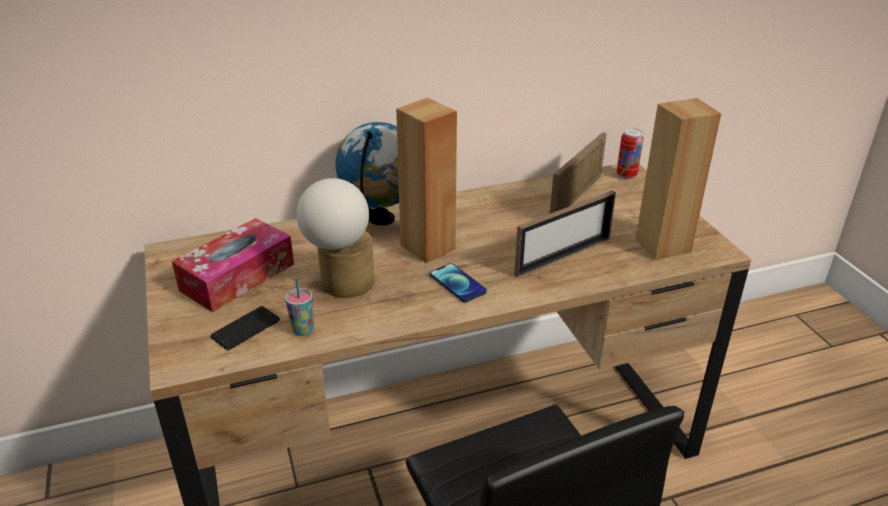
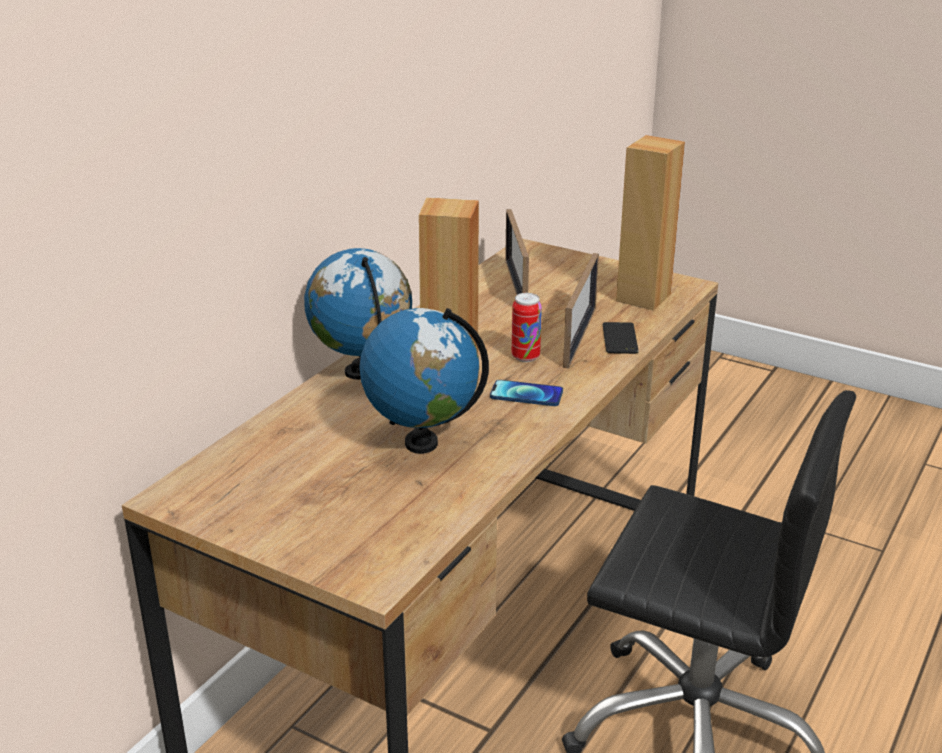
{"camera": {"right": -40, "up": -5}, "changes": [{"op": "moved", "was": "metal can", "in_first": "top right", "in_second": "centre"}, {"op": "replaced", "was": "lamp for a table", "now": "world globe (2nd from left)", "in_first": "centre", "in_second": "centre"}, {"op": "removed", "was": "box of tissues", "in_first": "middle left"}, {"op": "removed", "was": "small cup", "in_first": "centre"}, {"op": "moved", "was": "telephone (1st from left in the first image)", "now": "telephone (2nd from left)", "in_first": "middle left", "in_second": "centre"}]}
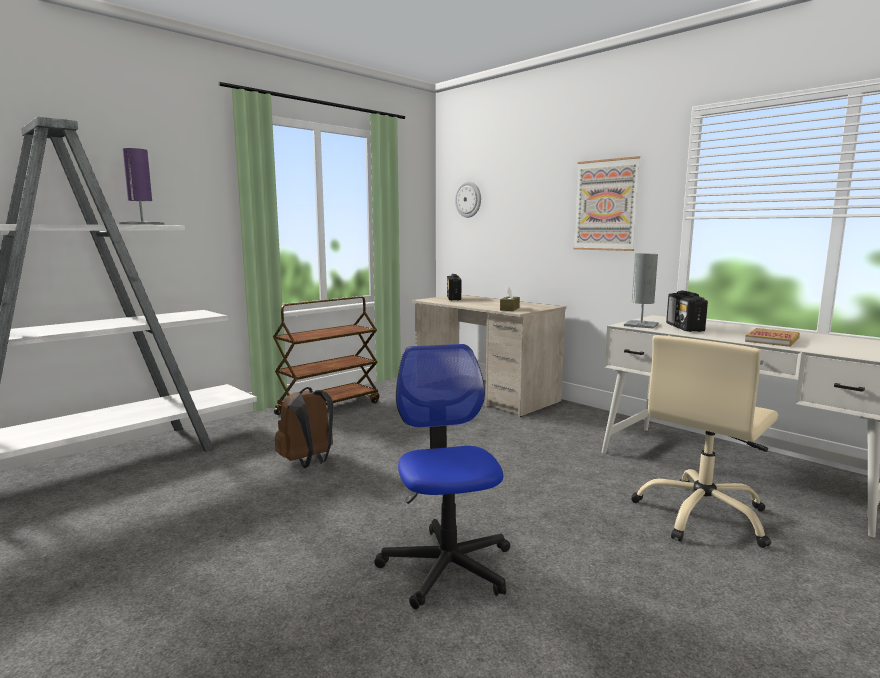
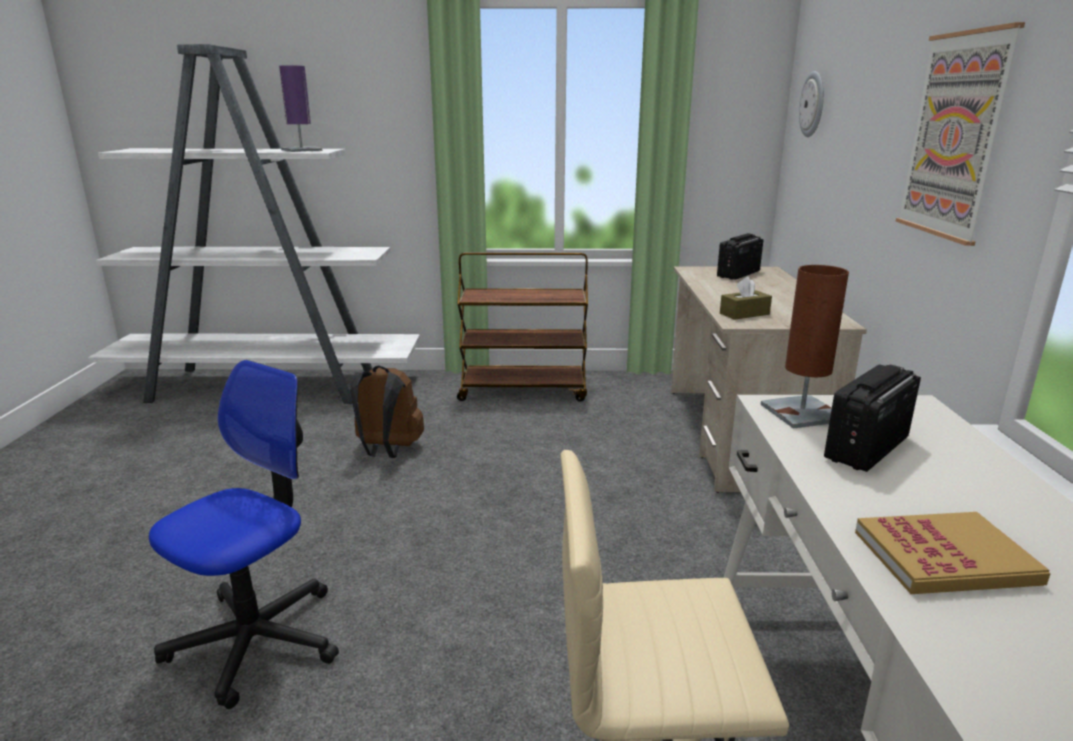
{"camera": {"right": 45, "up": 10}, "changes": [{"op": "recoloured", "was": "lamp for a table (grey)", "now": "lamp for a table (brownish)", "in_first": "middle right", "in_second": "middle right"}]}
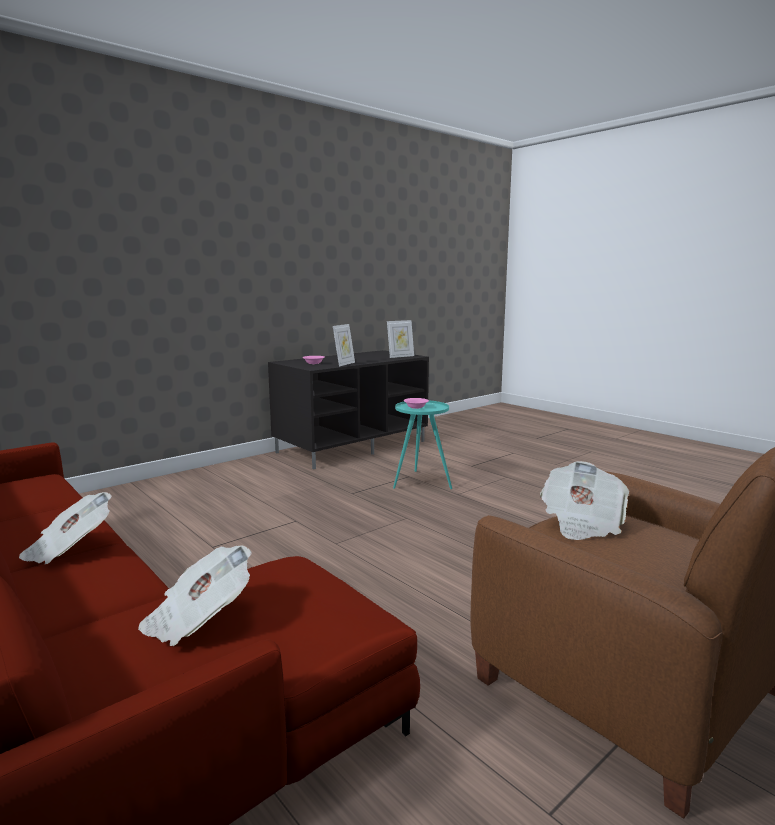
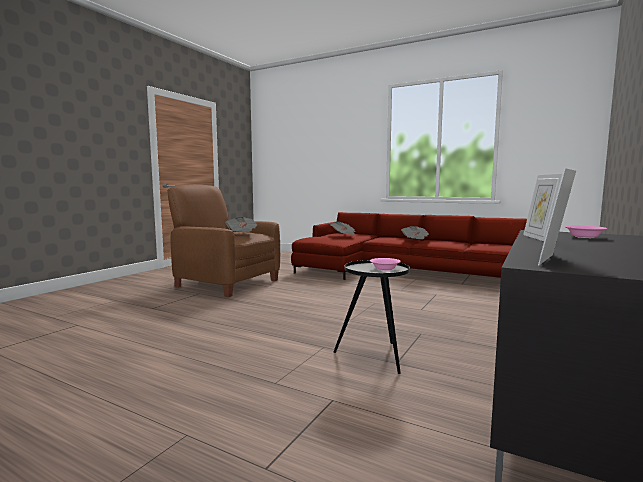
{"camera": {"right": 160, "up": -5}, "changes": [{"op": "recoloured", "was": "accent table (blue-green)", "now": "accent table (black)", "in_first": "centre", "in_second": "centre"}]}
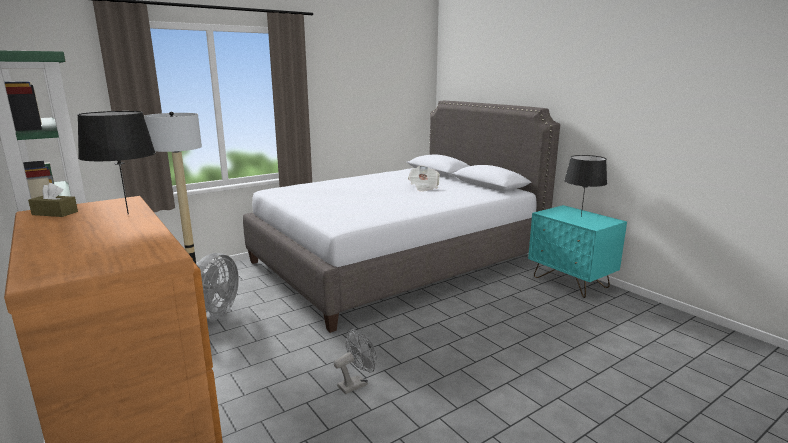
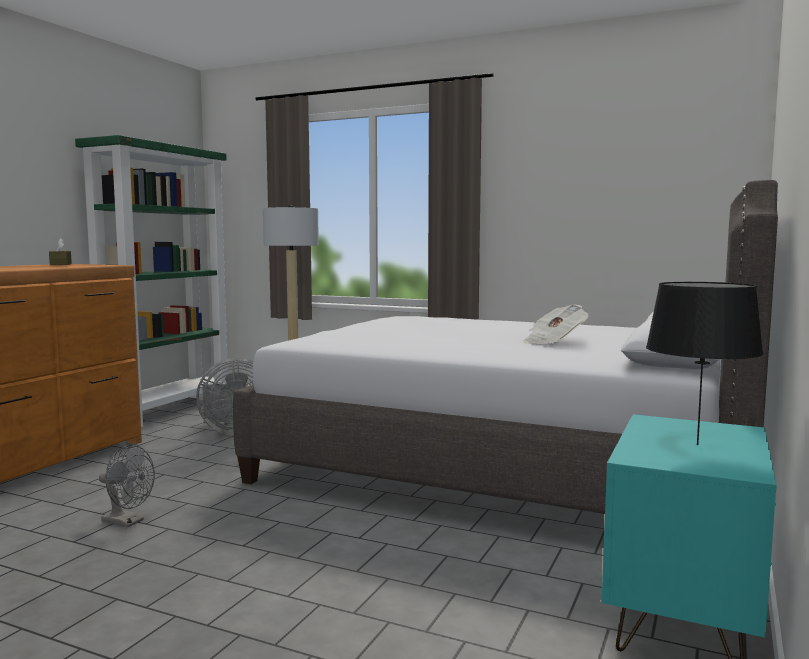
{"camera": {"right": 60, "up": -10}, "changes": [{"op": "removed", "was": "lamp for a table (black) (1st from left)", "in_first": "middle left"}]}
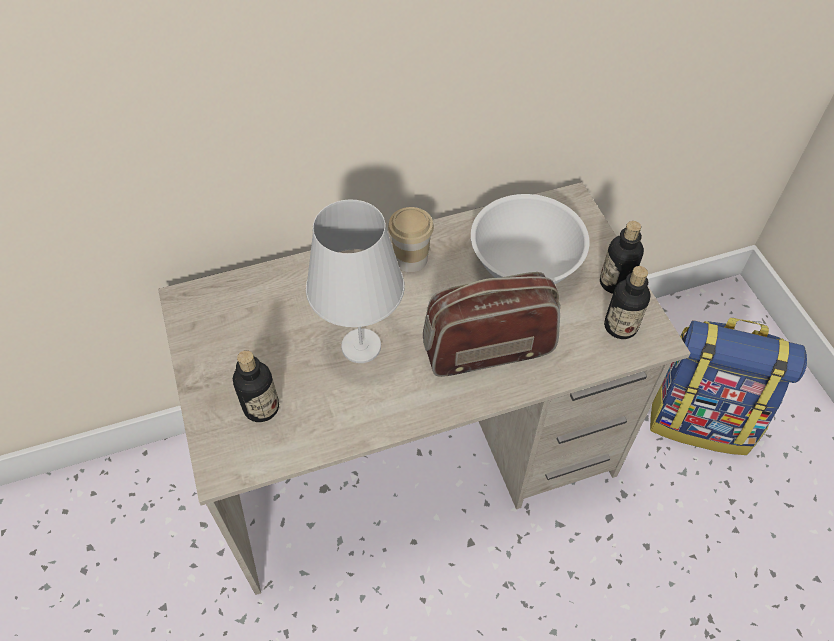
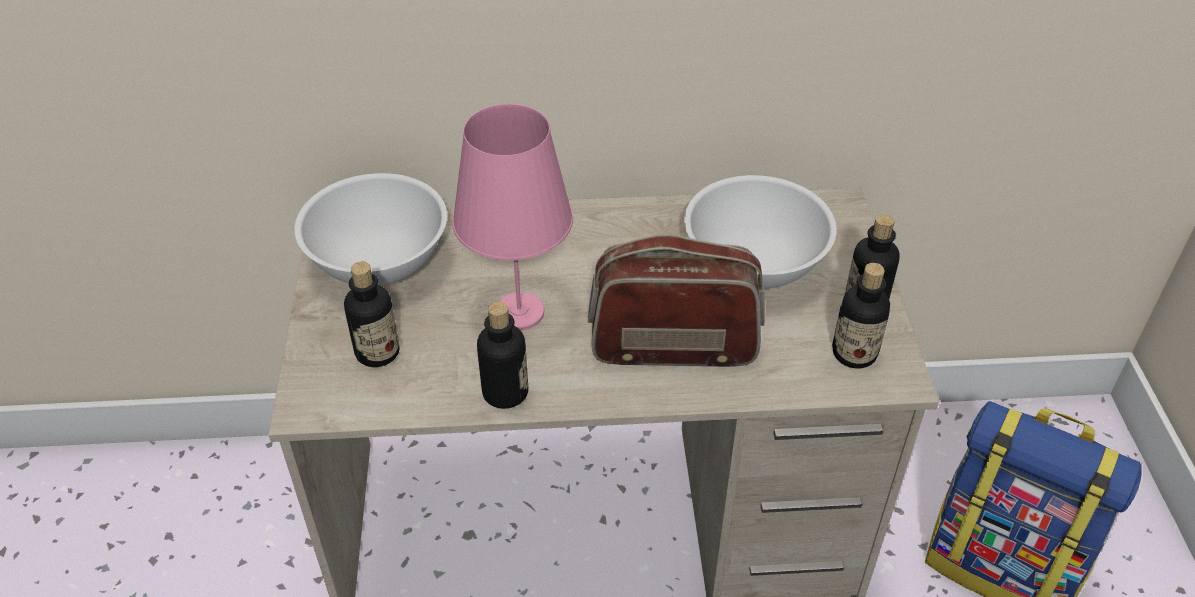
{"camera": {"right": 15, "up": -10}, "changes": [{"op": "recoloured", "was": "lamp for a table (white)", "now": "lamp for a table (pink)", "in_first": "centre", "in_second": "centre"}, {"op": "removed", "was": "small cup", "in_first": "centre"}, {"op": "added", "now": "bowl (white) (1st from left)", "in_second": "middle left"}, {"op": "added", "now": "bottle (2nd from left)", "in_second": "centre"}]}
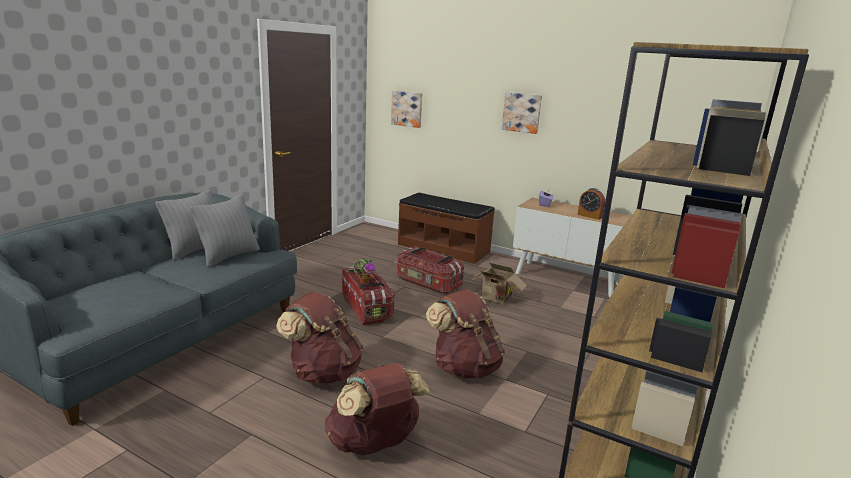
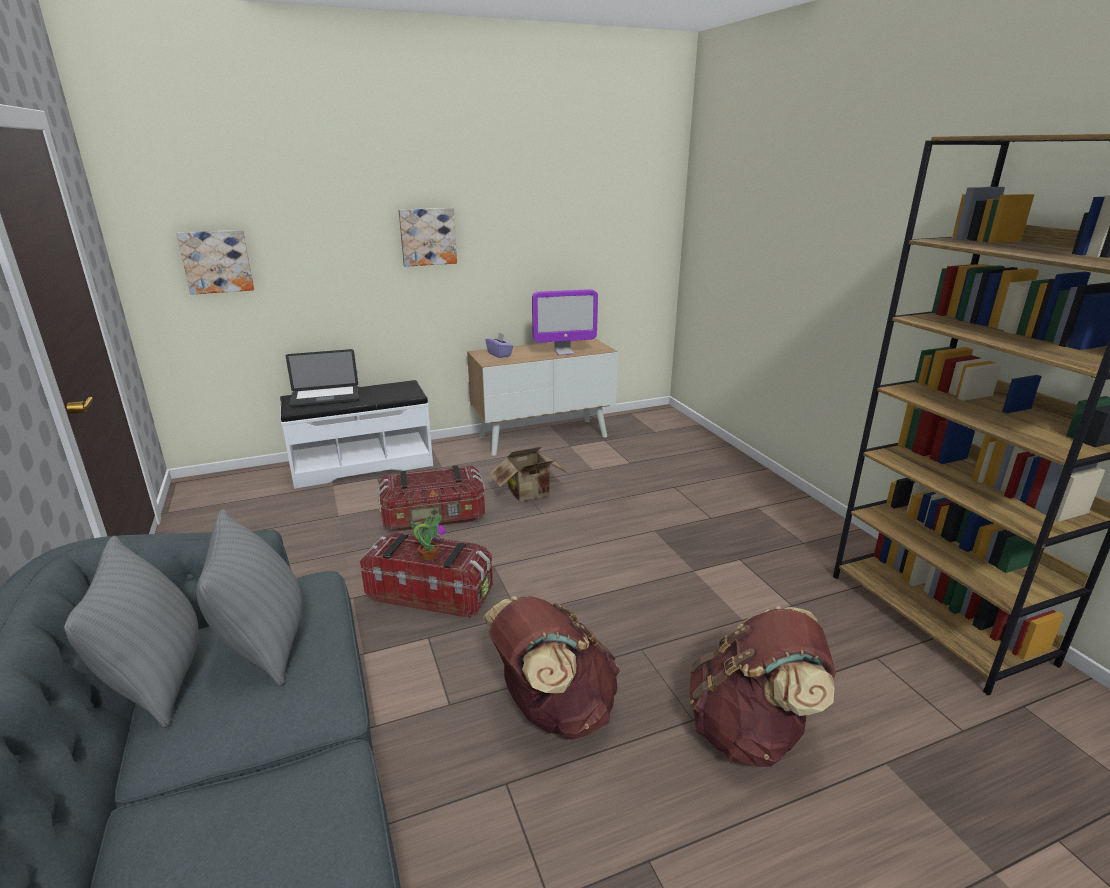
{"camera": {"right": -50, "up": 5}, "changes": [{"op": "replaced", "was": "table clock", "now": "monitor", "in_first": "middle right", "in_second": "centre"}, {"op": "recoloured", "was": "long seat (brownish)", "now": "long seat (white)", "in_first": "centre", "in_second": "middle left"}, {"op": "removed", "was": "backpack (brownish) (3rd from left)", "in_first": "bottom centre"}, {"op": "added", "now": "laptop", "in_second": "middle left"}]}
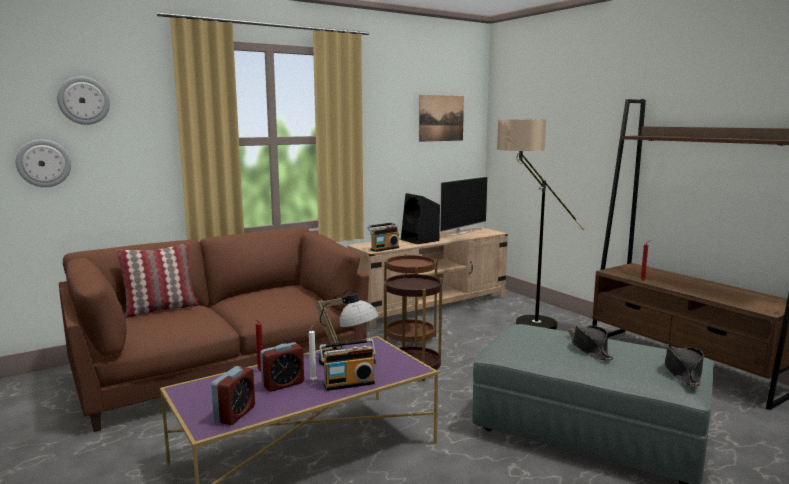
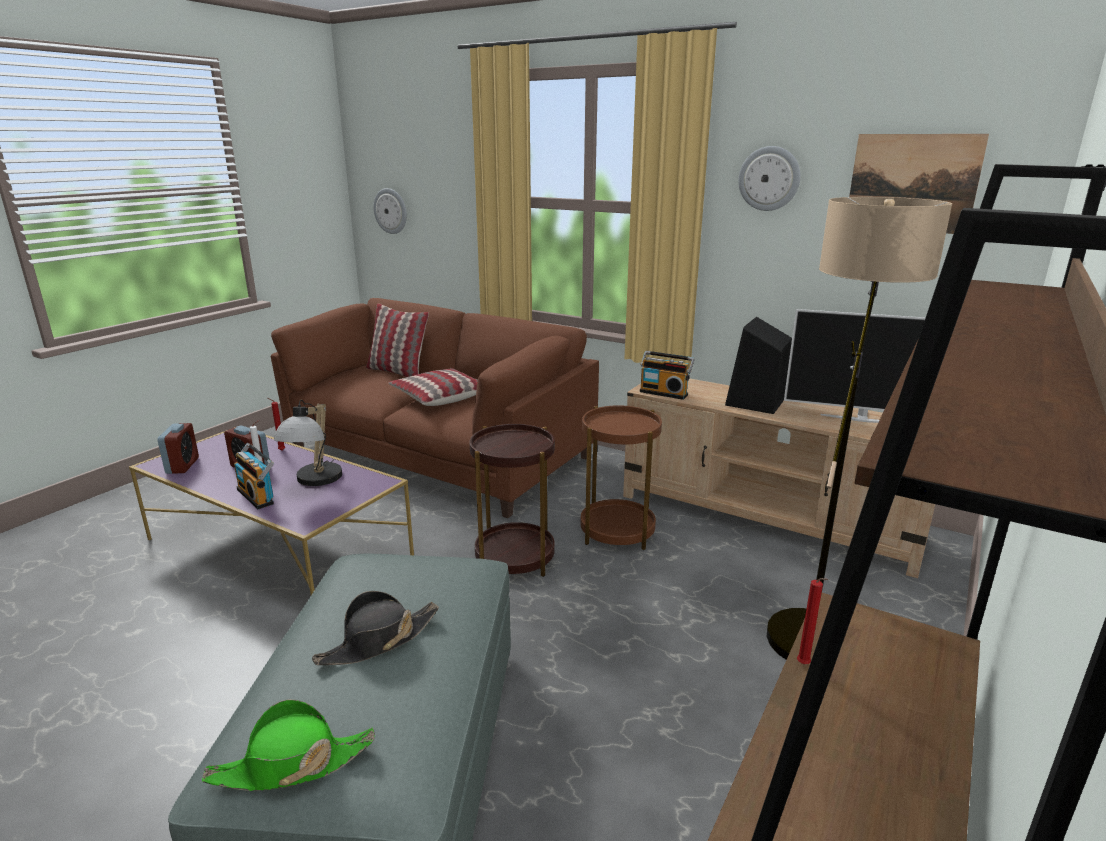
{"camera": {"right": 65, "up": 10}, "changes": [{"op": "moved", "was": "wall clock (2nd from left)", "in_first": "top left", "in_second": "top right"}, {"op": "recoloured", "was": "wearable hat (black) (2nd from left)", "now": "wearable hat (green-coloured)", "in_first": "bottom right", "in_second": "bottom left"}, {"op": "turned", "was": "table clock (1st from left)", "in_first": "bottom left", "in_second": "middle left", "clockwise": -90}, {"op": "added", "now": "pillow (2nd from left)", "in_second": "centre"}]}
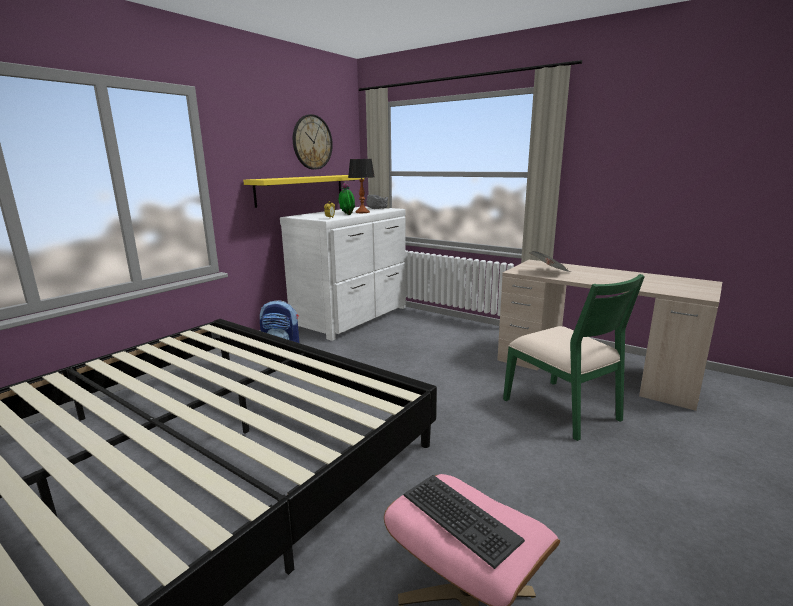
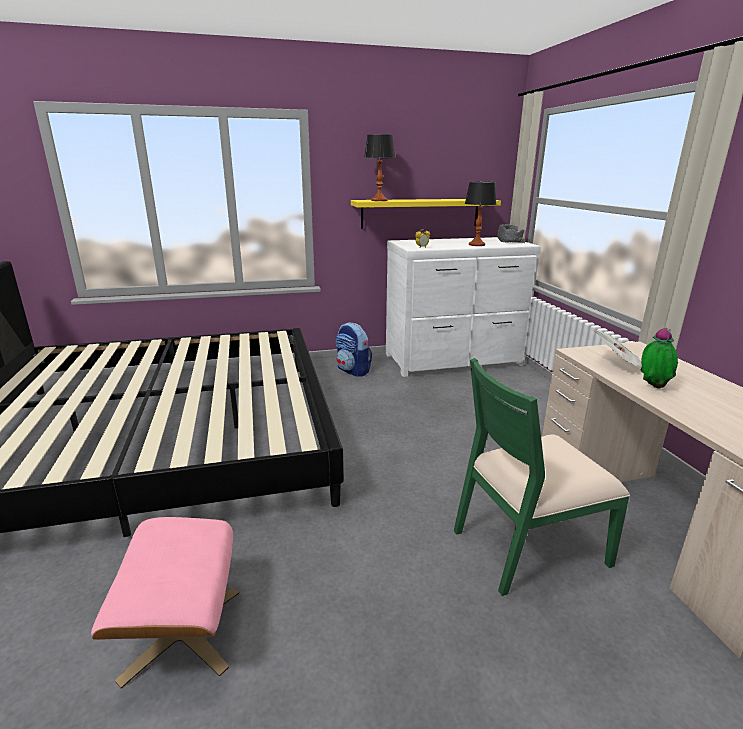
{"camera": {"right": 40, "up": 5}, "changes": [{"op": "removed", "was": "wall clock", "in_first": "top centre"}, {"op": "moved", "was": "plant in a pot", "in_first": "top centre", "in_second": "middle right"}, {"op": "turned", "was": "chair (green-coloured)", "in_first": "middle right", "in_second": "middle right", "clockwise": 60}, {"op": "removed", "was": "PC keyboard", "in_first": "bottom centre"}, {"op": "added", "now": "lamp for a table (1st from left)", "in_second": "top centre"}]}
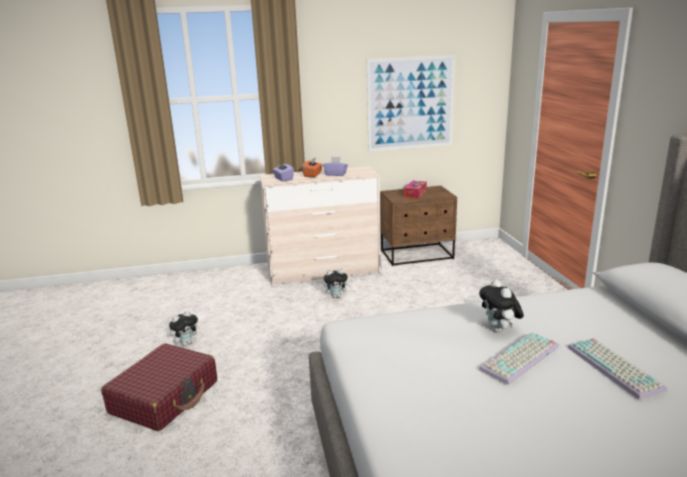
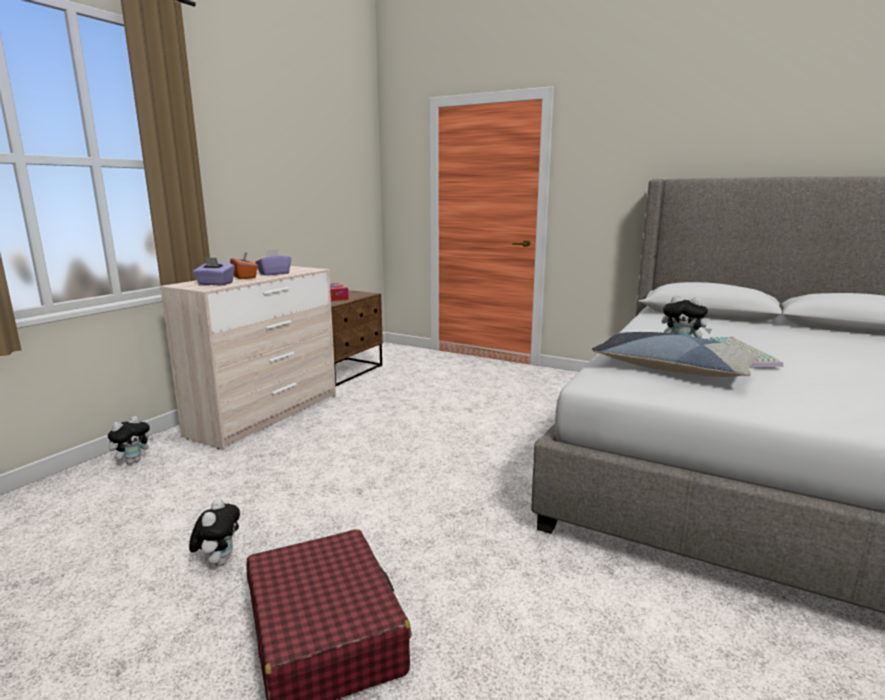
{"camera": {"right": -50, "up": -5}, "changes": [{"op": "removed", "was": "picture", "in_first": "top centre"}, {"op": "moved", "was": "soft toy (2nd from left in the first image)", "now": "soft toy (1st from left)", "in_first": "centre", "in_second": "middle left"}, {"op": "removed", "was": "PC keyboard (2nd from left)", "in_first": "bottom right"}, {"op": "added", "now": "pillow", "in_second": "middle right"}]}
